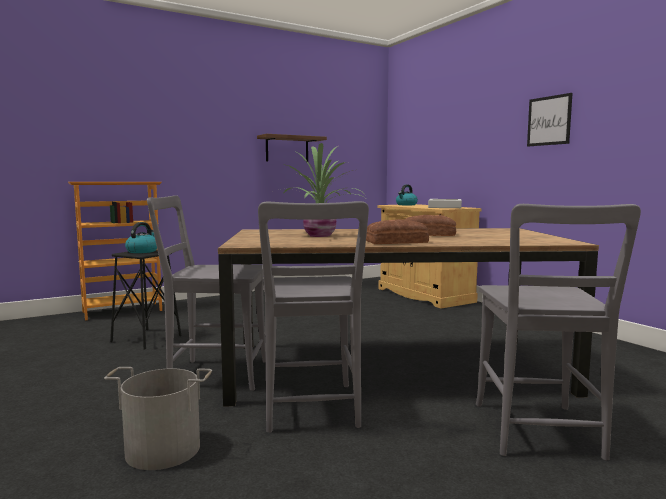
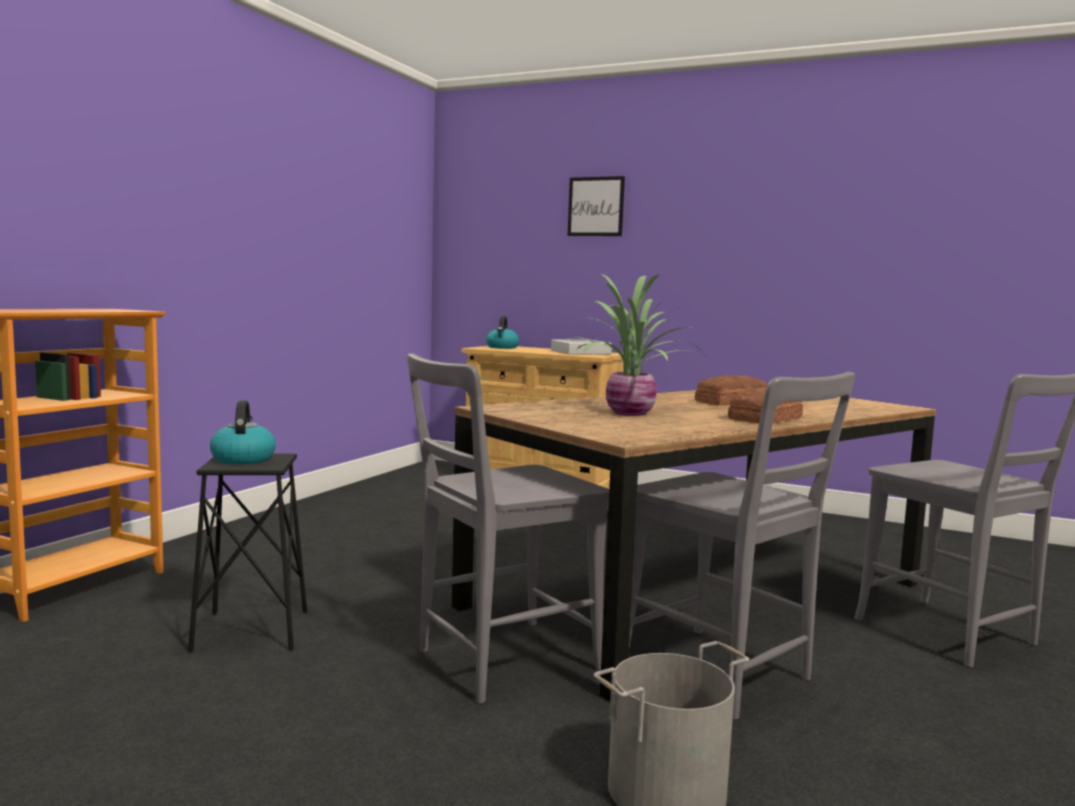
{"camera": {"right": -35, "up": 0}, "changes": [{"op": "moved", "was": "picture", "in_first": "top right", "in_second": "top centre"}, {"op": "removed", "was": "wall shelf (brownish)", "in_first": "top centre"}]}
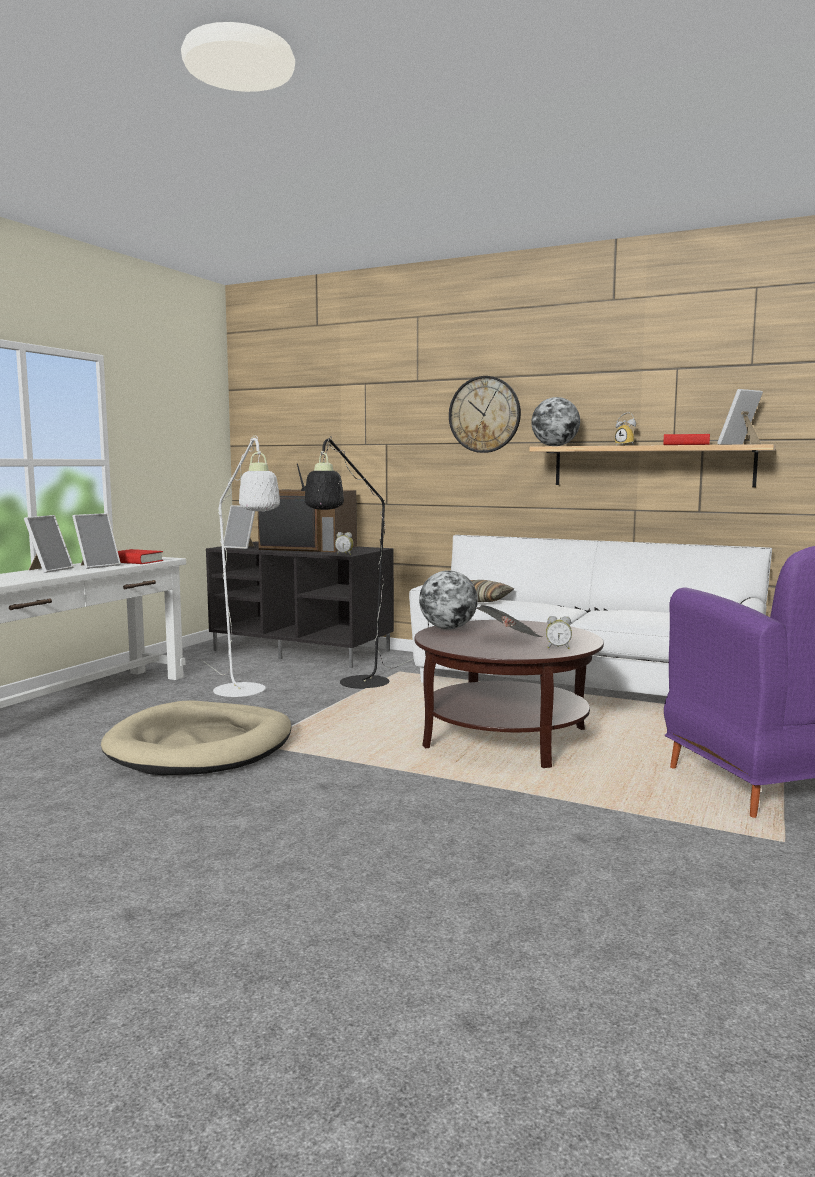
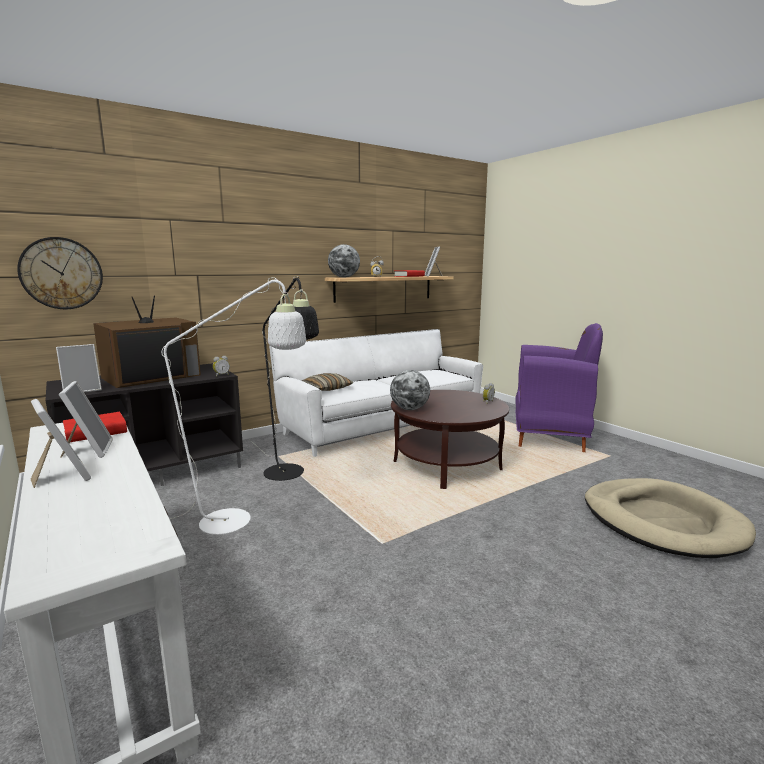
{"camera": {"right": -60, "up": 5}, "changes": [{"op": "moved", "was": "wall clock", "in_first": "centre", "in_second": "middle left"}, {"op": "removed", "was": "printed paper", "in_first": "centre"}, {"op": "moved", "was": "pet bed (sand-coloured)", "in_first": "middle left", "in_second": "bottom right"}]}
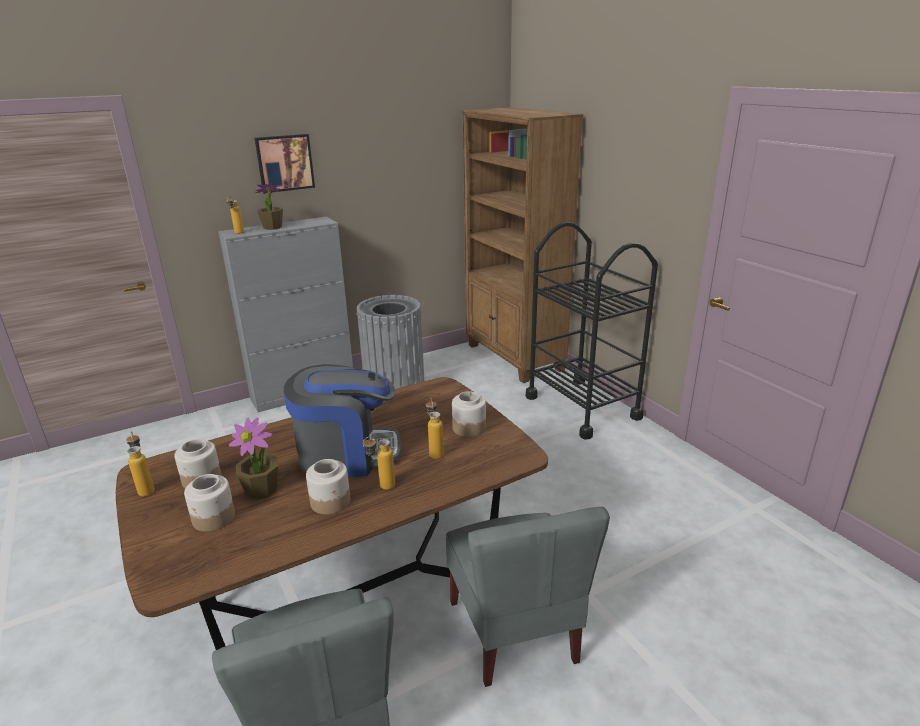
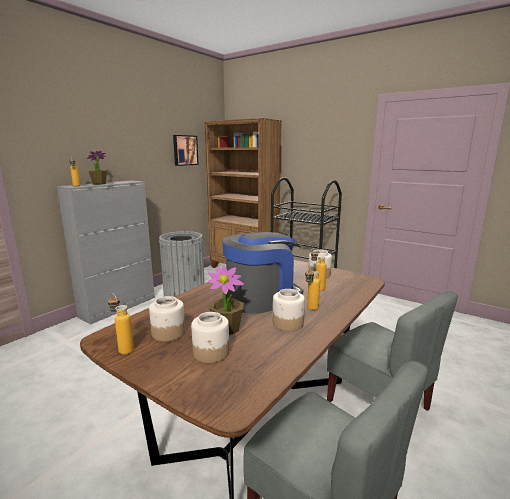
{"camera": {"right": -25, "up": -10}, "changes": [{"op": "moved", "was": "picture", "in_first": "top left", "in_second": "top centre"}]}
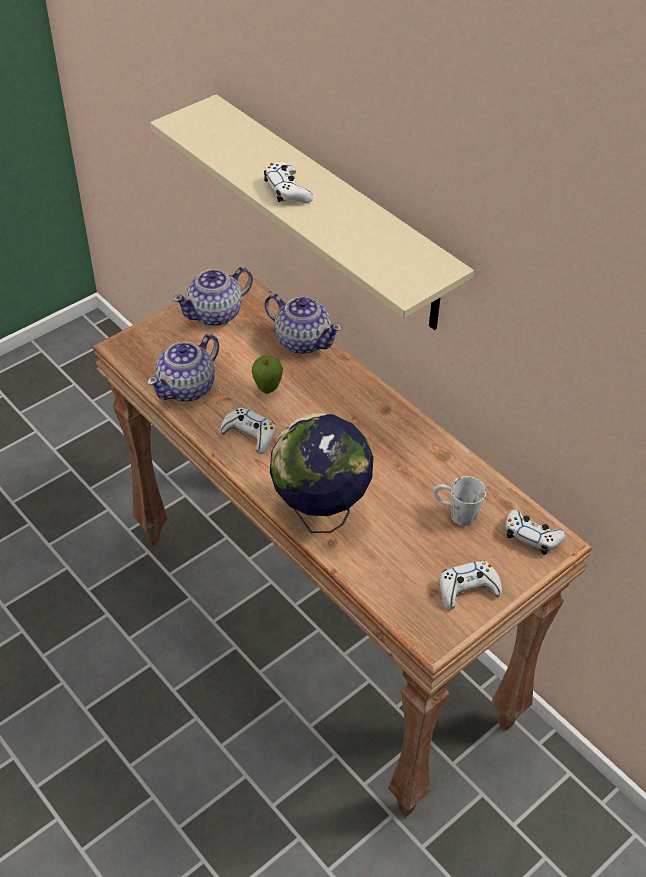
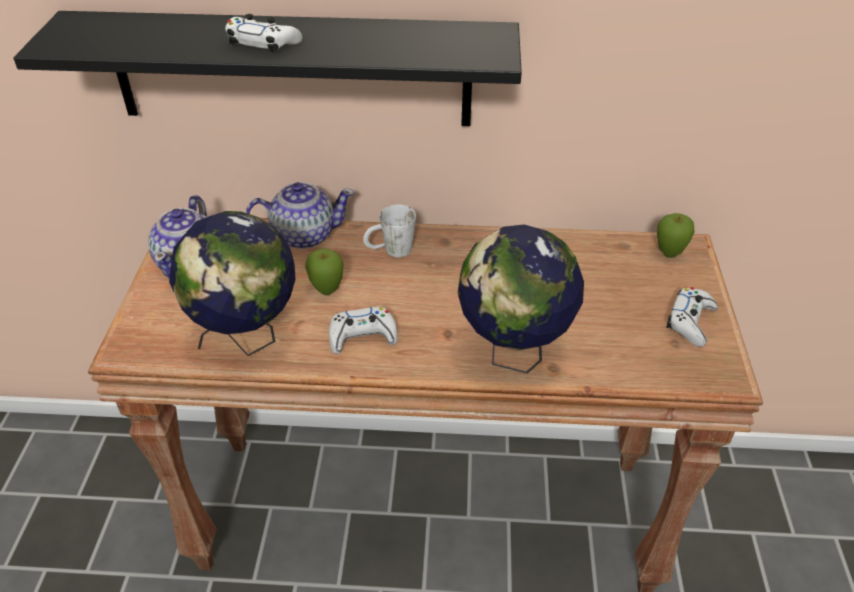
{"camera": {"right": -45, "up": -5}, "changes": [{"op": "recoloured", "was": "wall shelf (sand-coloured)", "now": "wall shelf (black)", "in_first": "top centre", "in_second": "top left"}, {"op": "replaced", "was": "pot for tea (1st from left)", "now": "world globe (1st from left)", "in_first": "middle left", "in_second": "middle left"}, {"op": "moved", "was": "coffee mug (white)", "in_first": "middle right", "in_second": "centre"}, {"op": "replaced", "was": "gamepad (white) (4th from left)", "now": "apple (2nd from left)", "in_first": "middle right", "in_second": "middle right"}]}
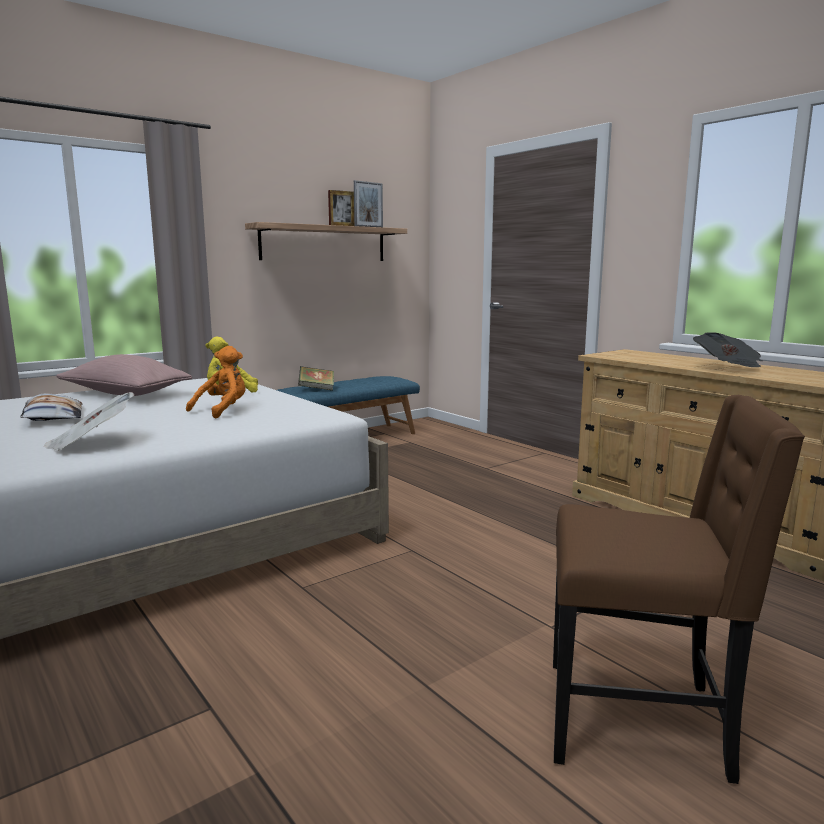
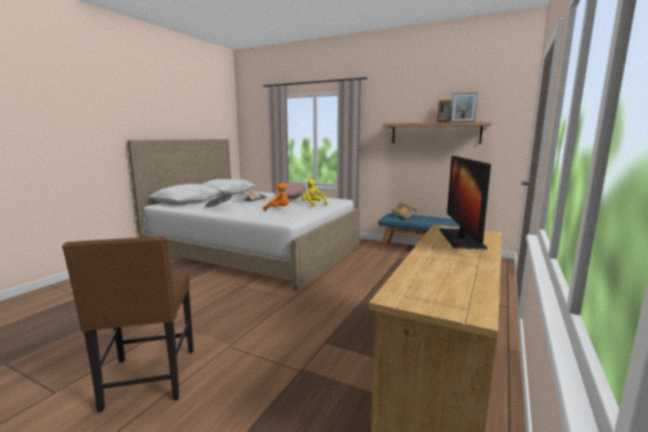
{"camera": {"right": 65, "up": 0}, "changes": [{"op": "removed", "was": "printed paper (2nd from left)", "in_first": "middle right"}, {"op": "added", "now": "monitor", "in_second": "middle right"}]}
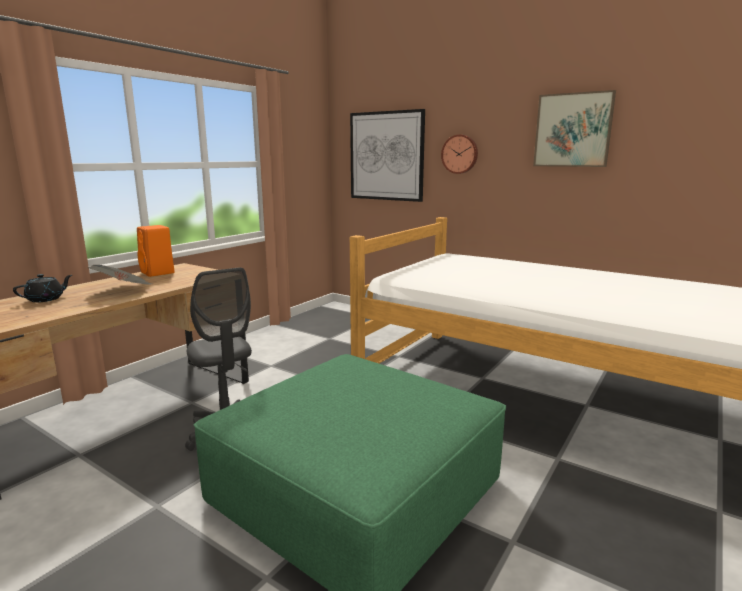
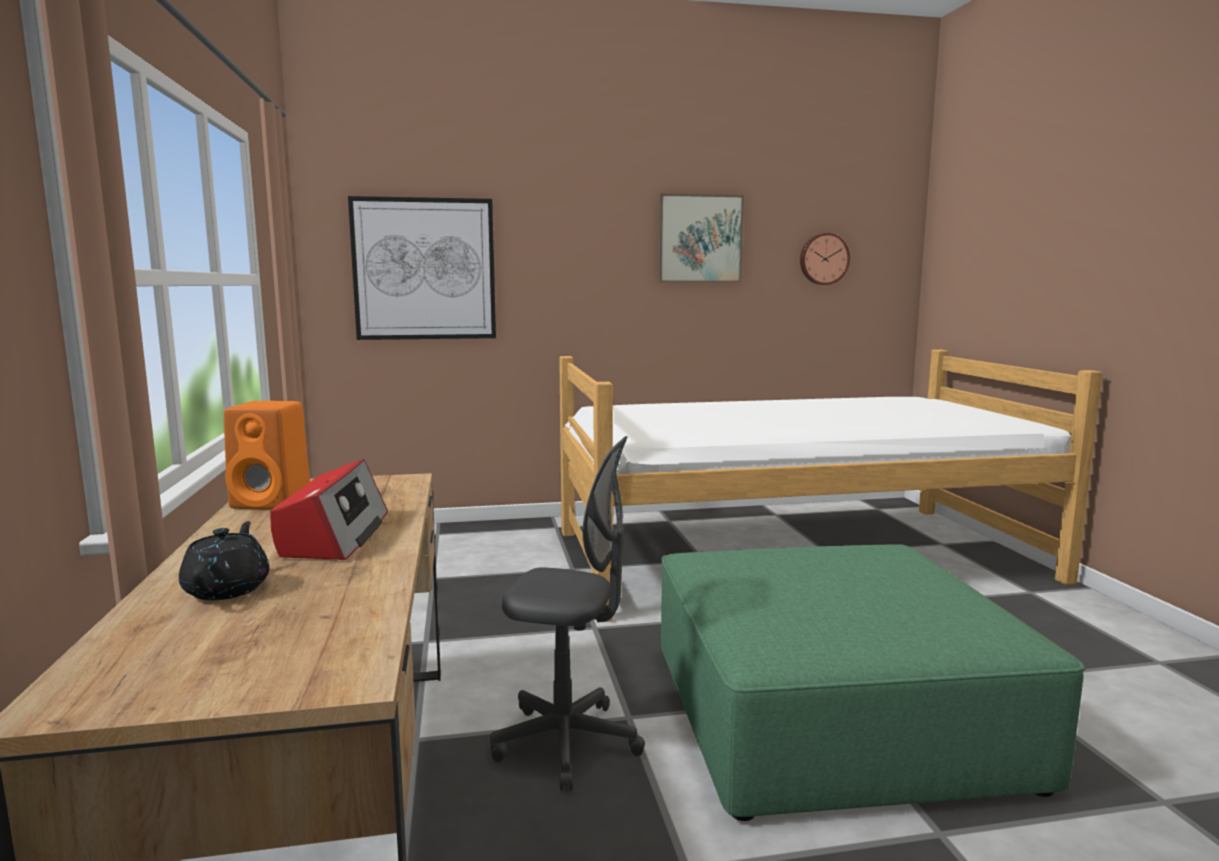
{"camera": {"right": -45, "up": -5}, "changes": [{"op": "moved", "was": "wall clock", "in_first": "top centre", "in_second": "top right"}, {"op": "replaced", "was": "printed paper", "now": "radio receiver", "in_first": "middle left", "in_second": "middle left"}]}
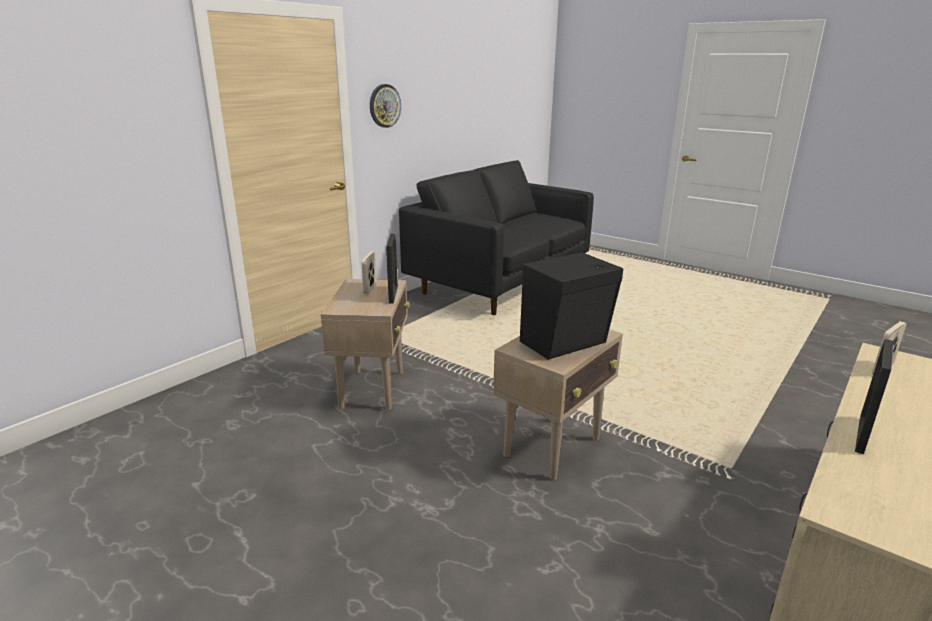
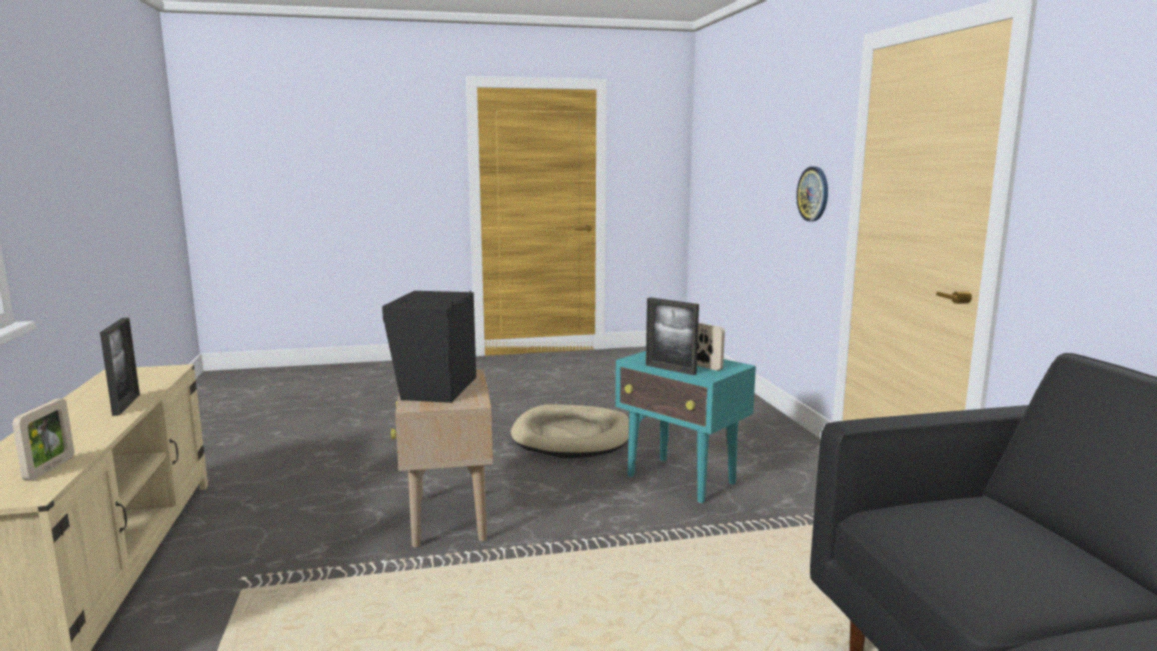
{"camera": {"right": 130, "up": -10}, "changes": [{"op": "moved", "was": "wall clock", "in_first": "top centre", "in_second": "top right"}, {"op": "recoloured", "was": "accent table (sand-coloured) (1st from left)", "now": "accent table (blue-green)", "in_first": "centre", "in_second": "centre"}, {"op": "added", "now": "pet bed (sand-coloured)", "in_second": "centre"}]}
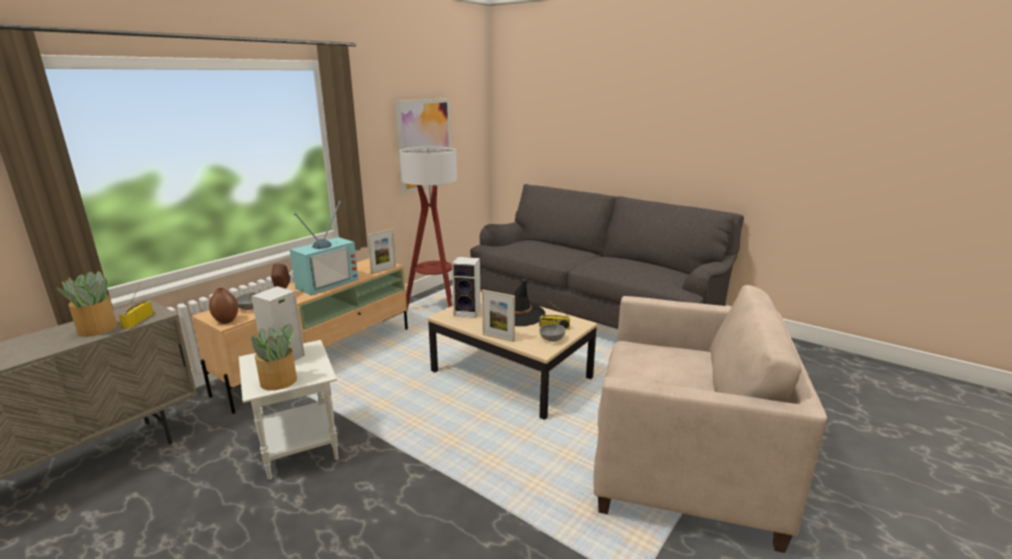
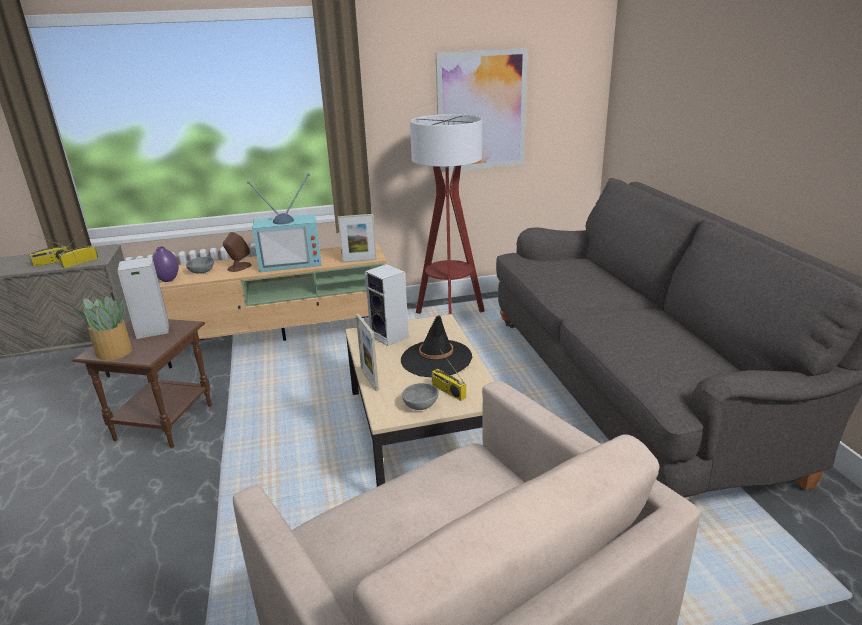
{"camera": {"right": 40, "up": 5}, "changes": [{"op": "replaced", "was": "plant in a pot (1st from left)", "now": "radio receiver (1st from left)", "in_first": "middle left", "in_second": "middle left"}, {"op": "recoloured", "was": "flower vase (brownish)", "now": "flower vase (purple-coloured)", "in_first": "middle left", "in_second": "middle left"}, {"op": "recoloured", "was": "accent table (white)", "now": "accent table (brownish)", "in_first": "bottom left", "in_second": "middle left"}]}
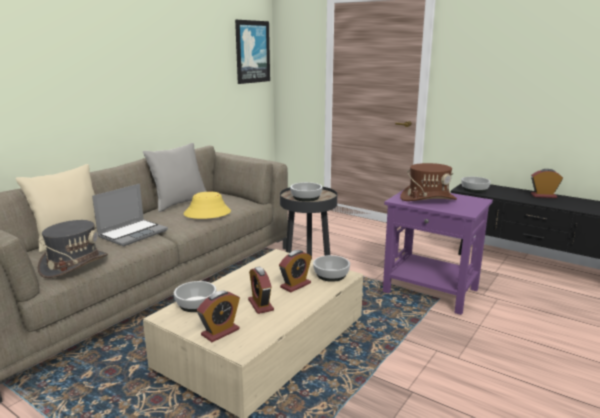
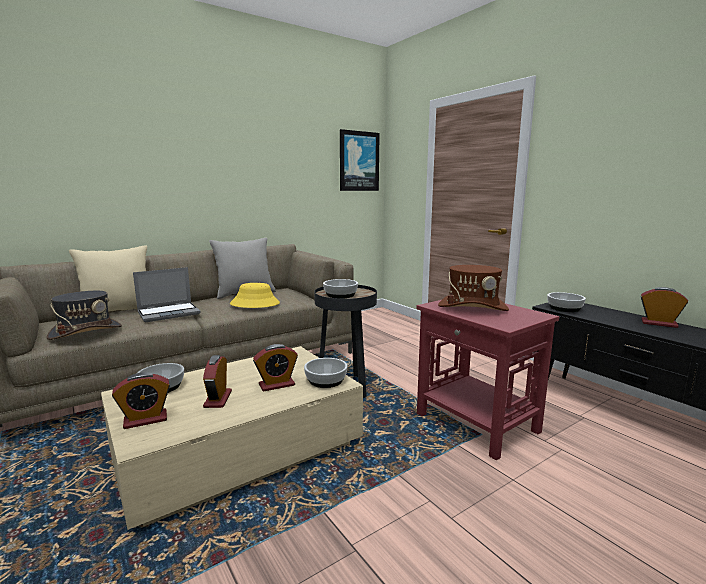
{"camera": {"right": 20, "up": -5}, "changes": [{"op": "recoloured", "was": "accent table (purple-coloured)", "now": "accent table (red)", "in_first": "middle right", "in_second": "middle right"}]}
